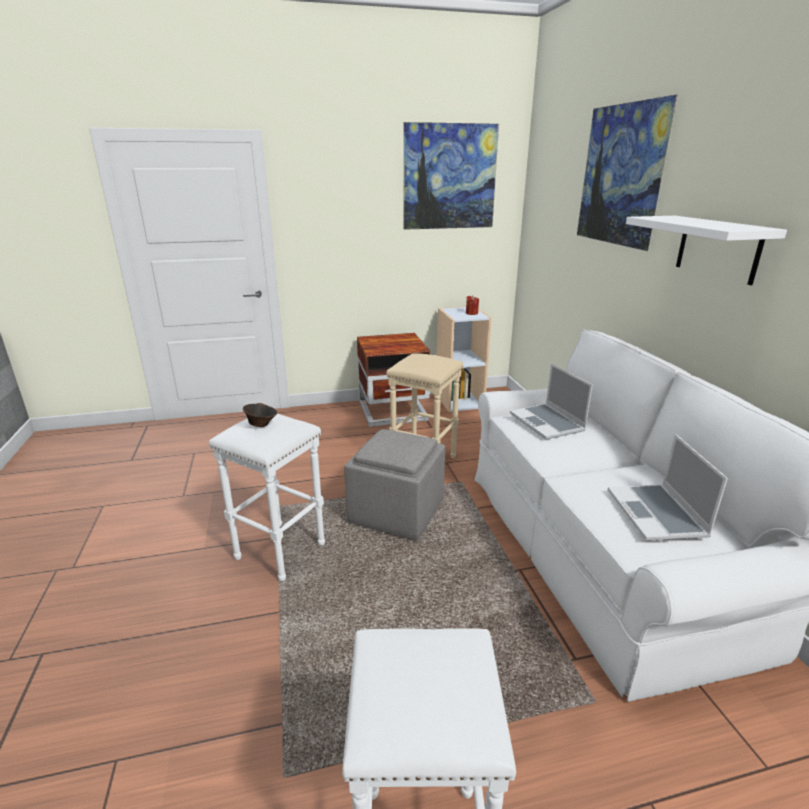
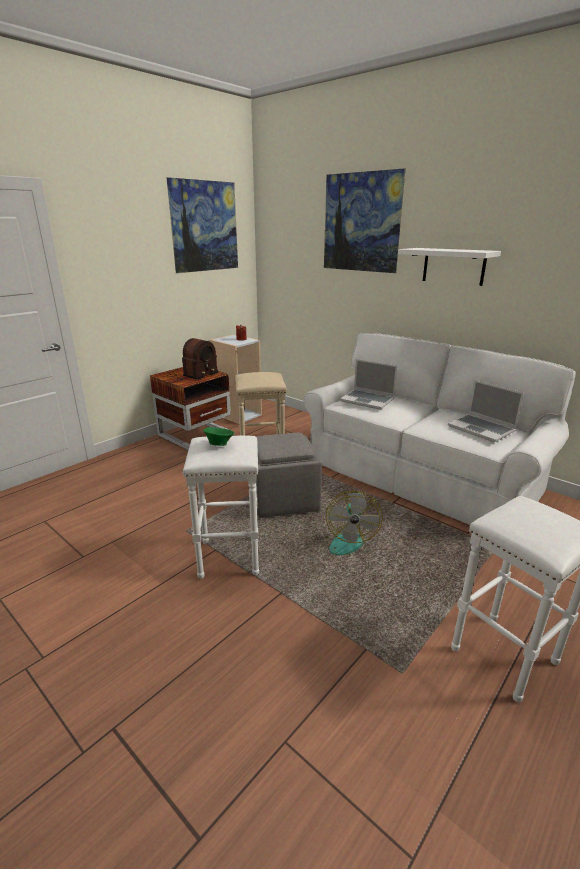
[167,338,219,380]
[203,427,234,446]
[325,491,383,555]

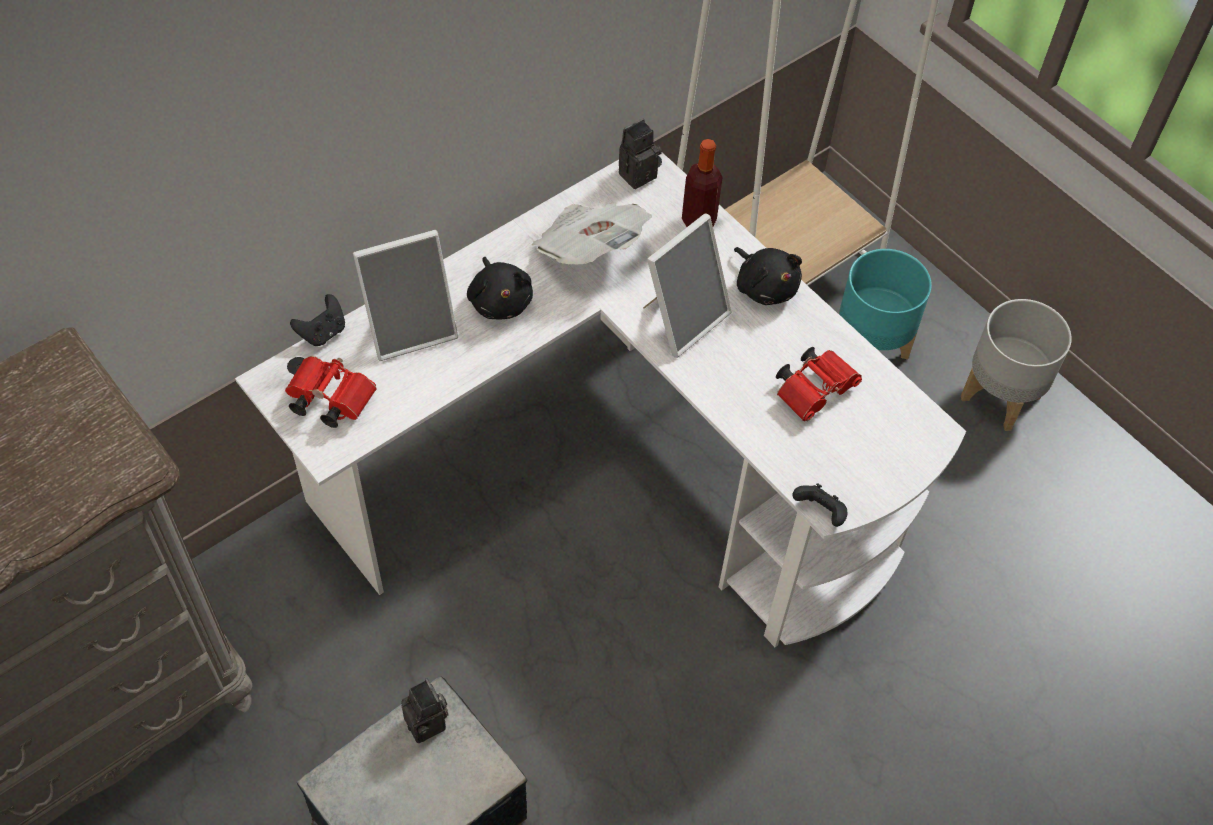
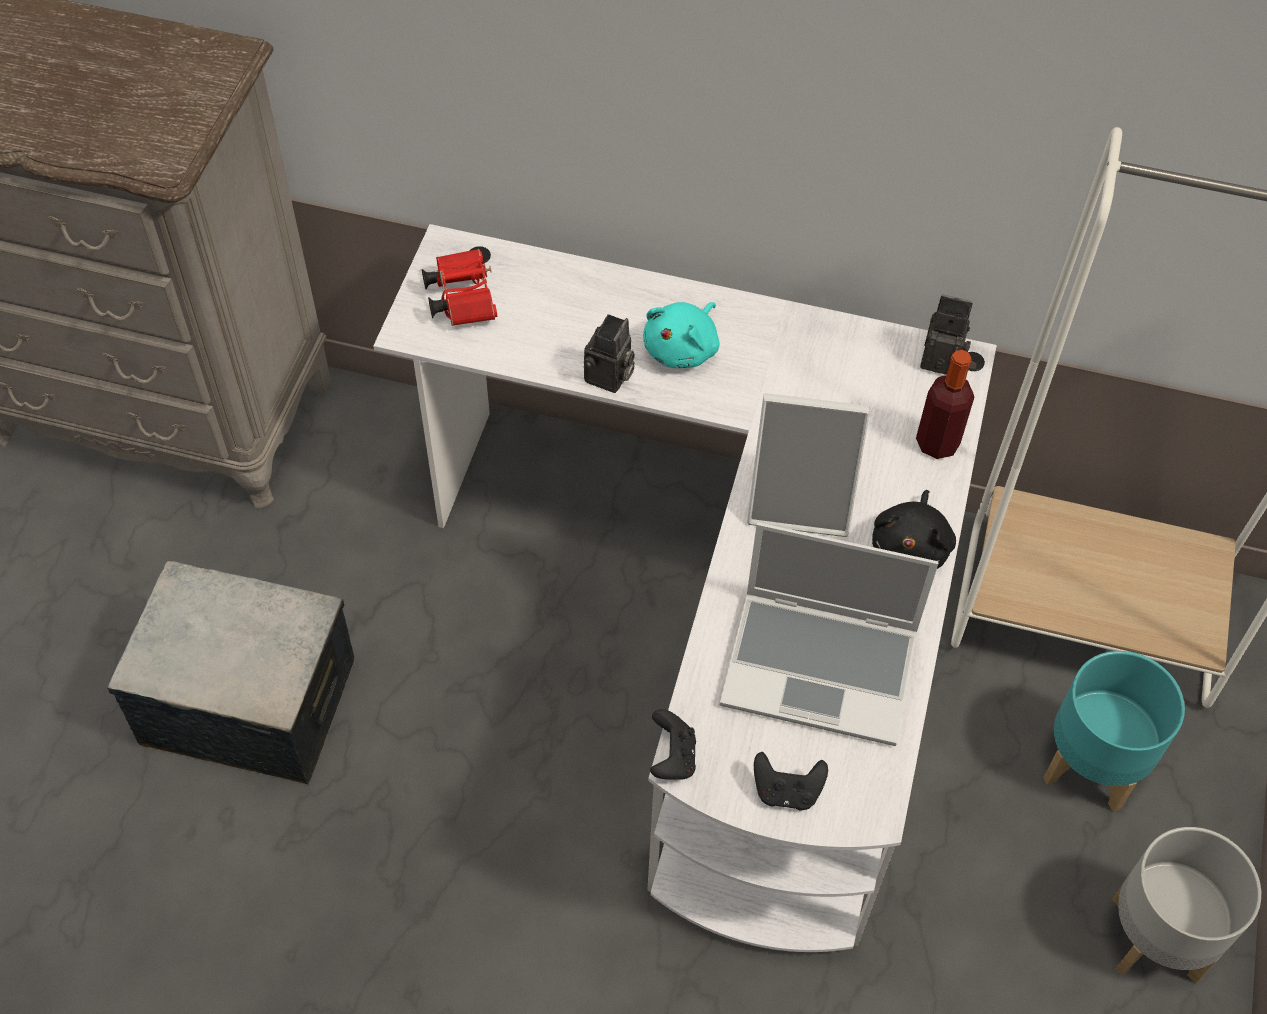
[584,314,635,393]
[643,302,720,368]
[720,522,938,746]
[754,752,828,810]
[353,230,458,361] (first image)
[532,203,652,265] (first image)

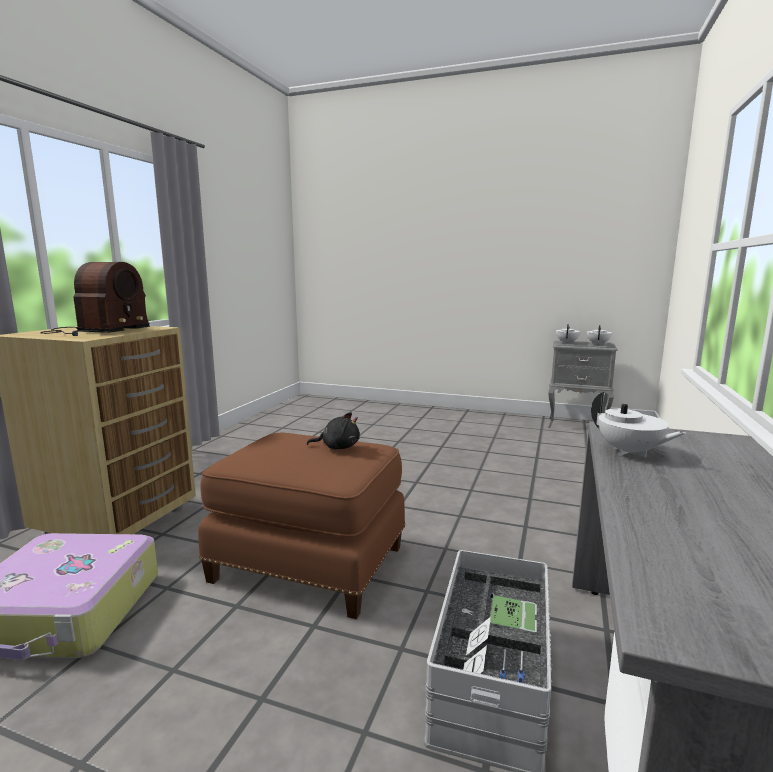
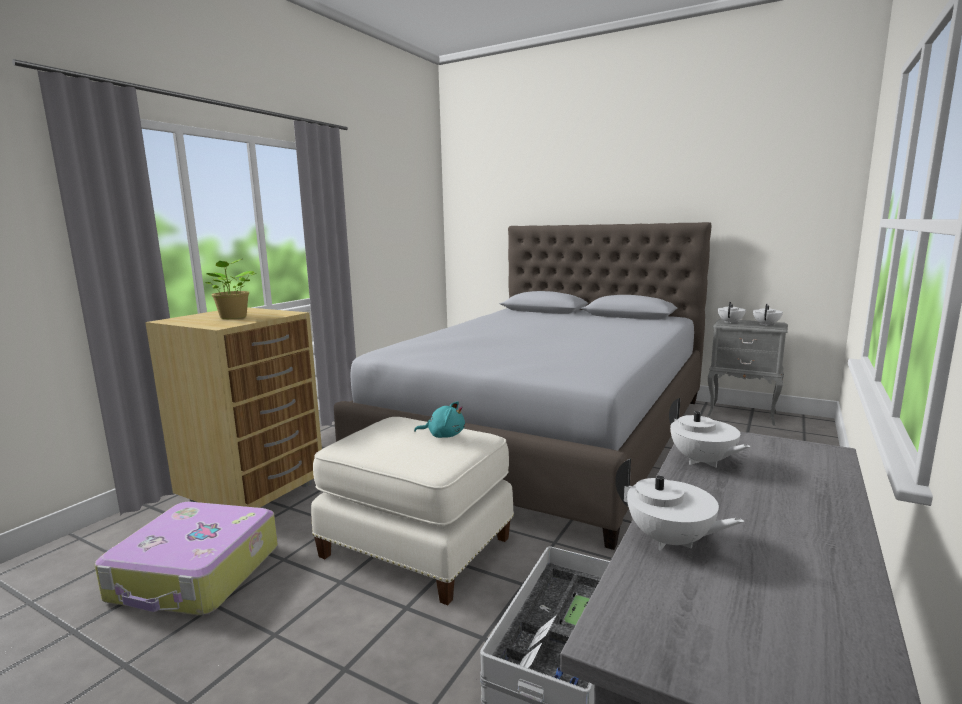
[205,259,256,319]
[311,417,514,605]
[334,222,711,550]
[414,401,465,438]
[615,458,744,551]

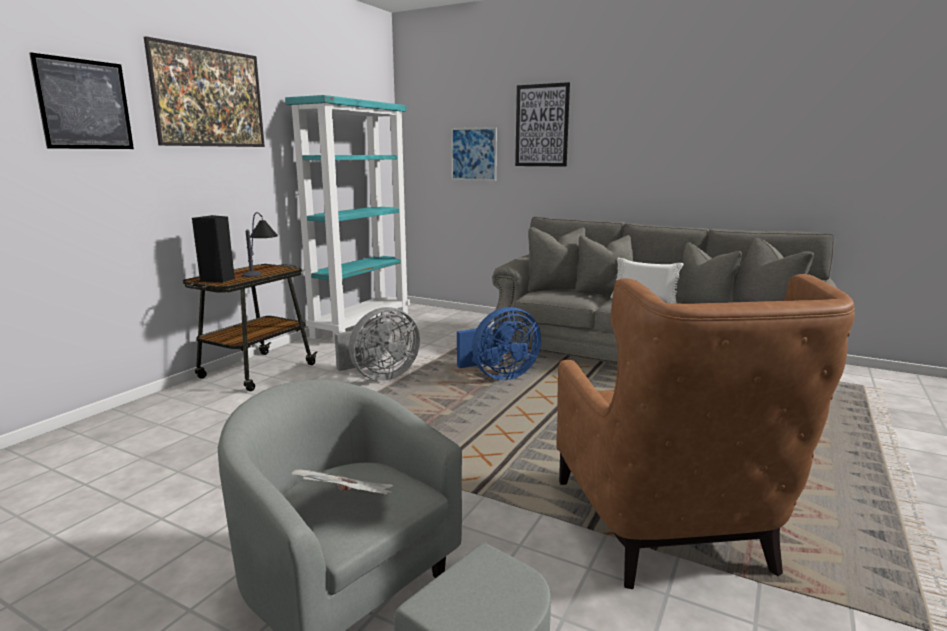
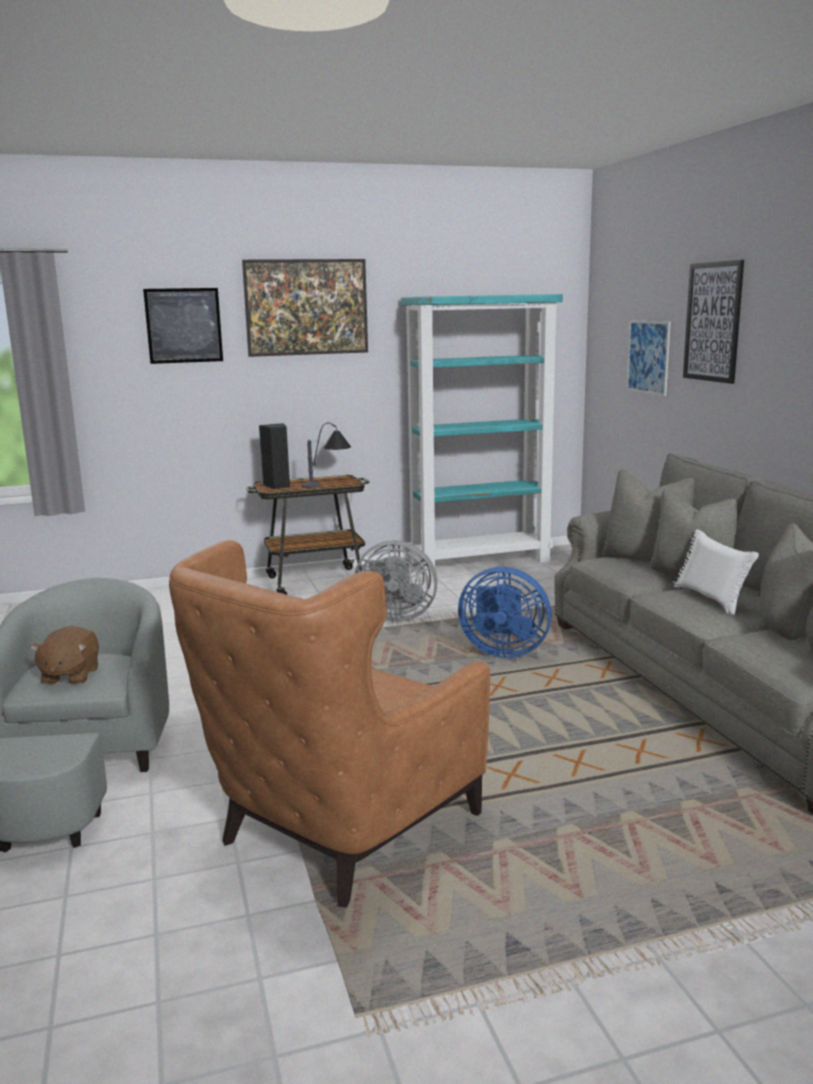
[30,626,99,685]

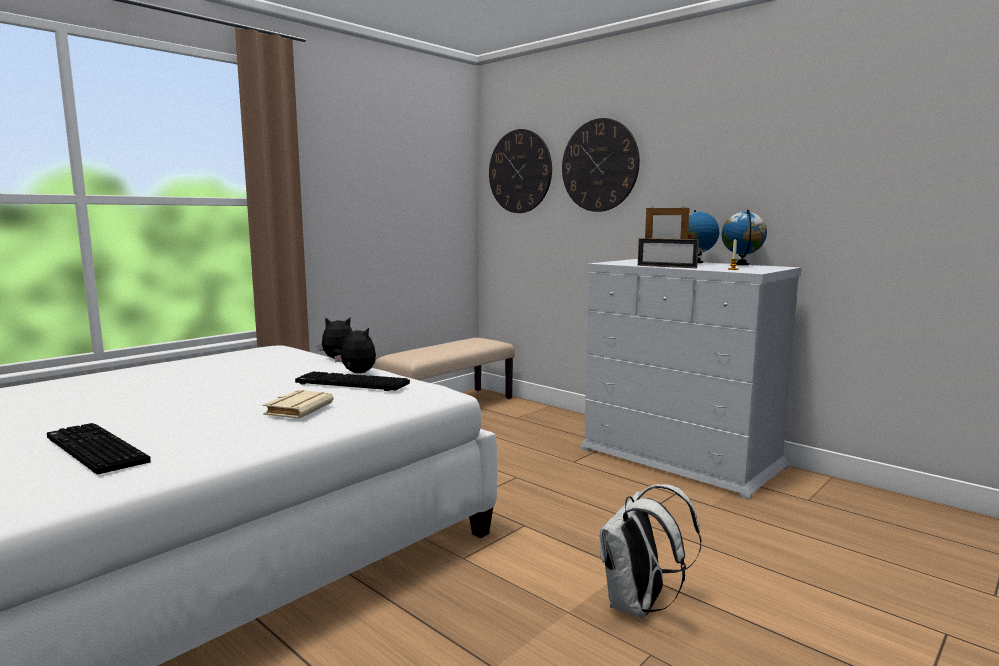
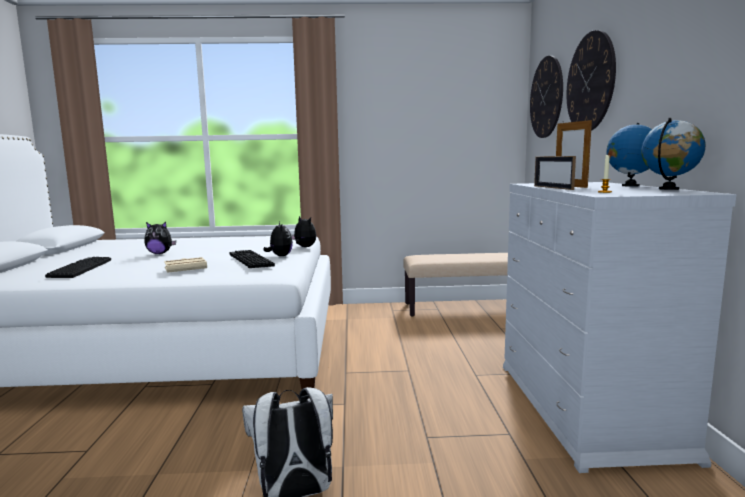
[144,222,176,254]

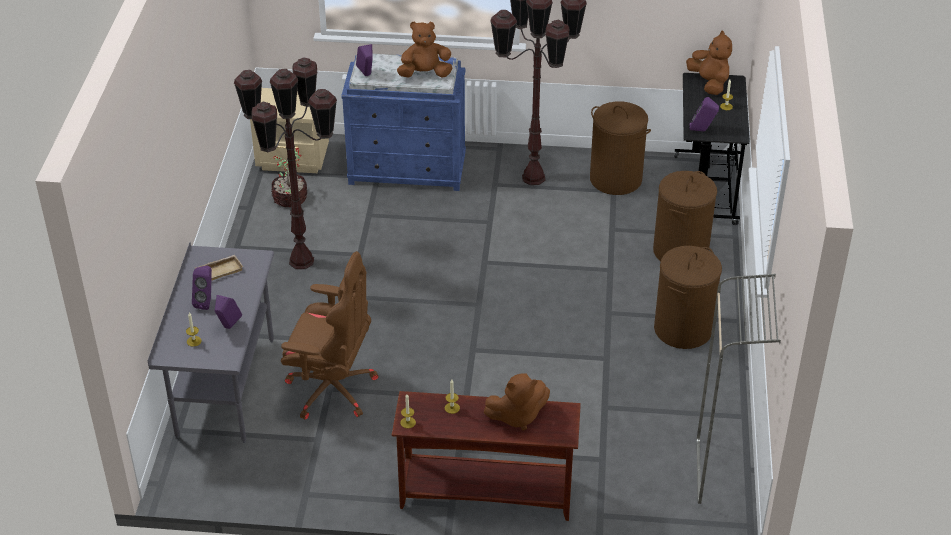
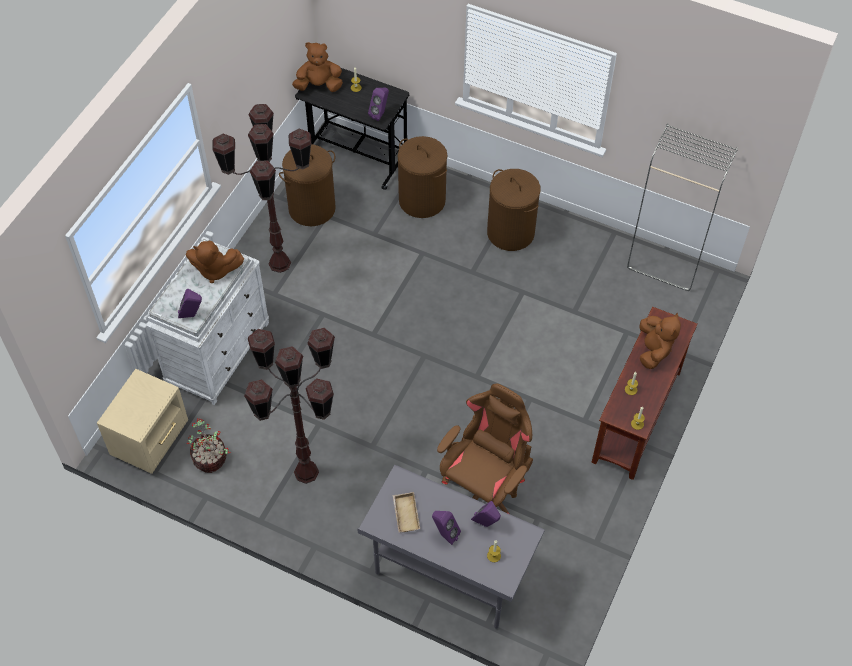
[146,239,269,405]
[186,241,244,283]

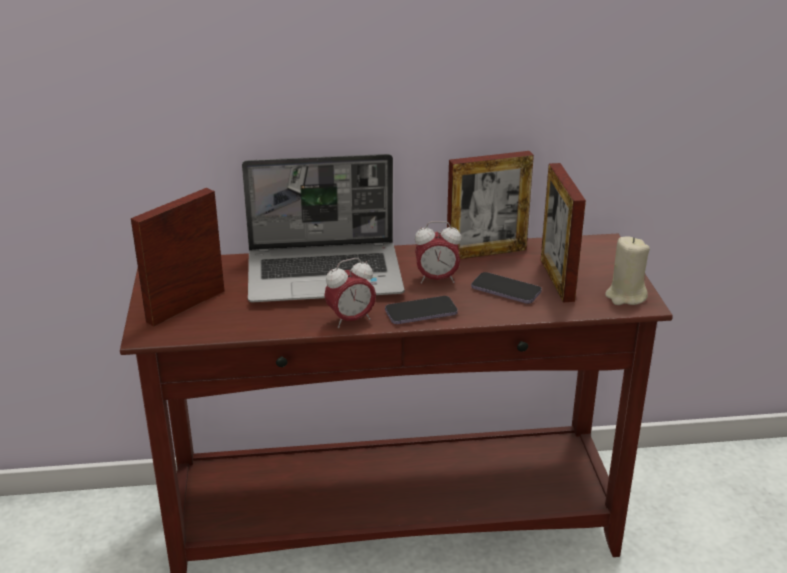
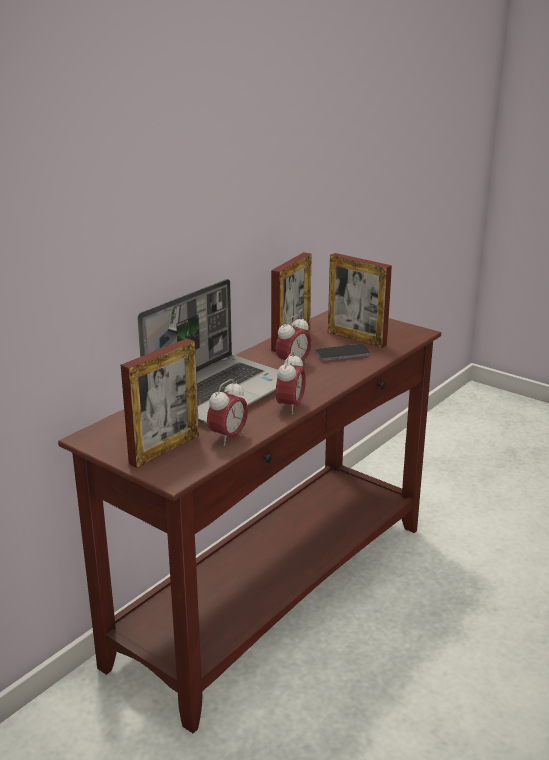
[121,339,199,468]
[207,379,248,446]
[385,296,458,324] (first image)
[605,236,650,305] (first image)

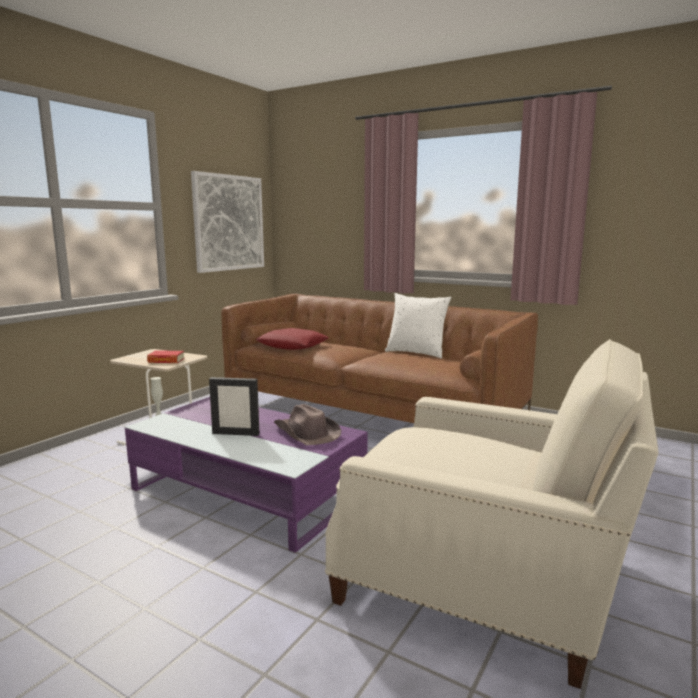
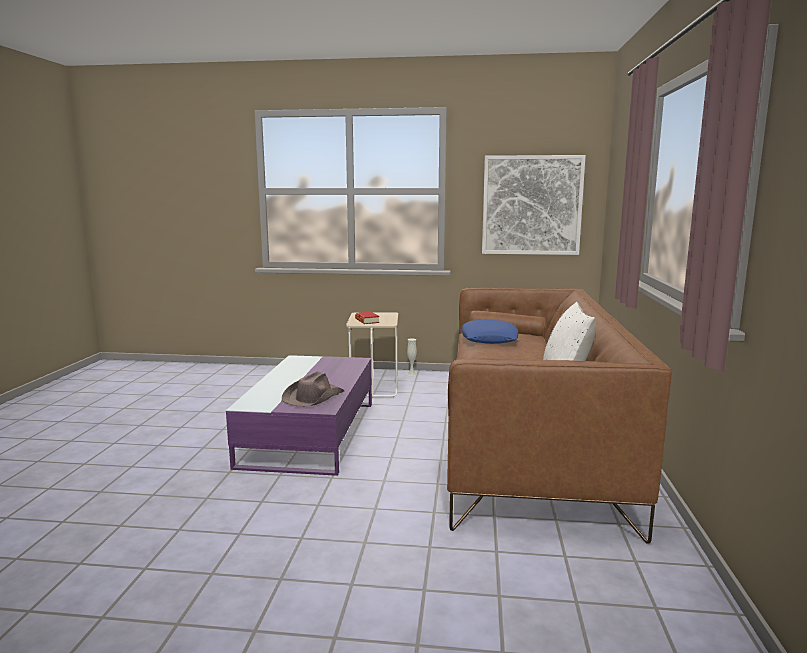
[462,319,518,344]
[209,377,260,436] (first image)
[325,339,659,689] (first image)

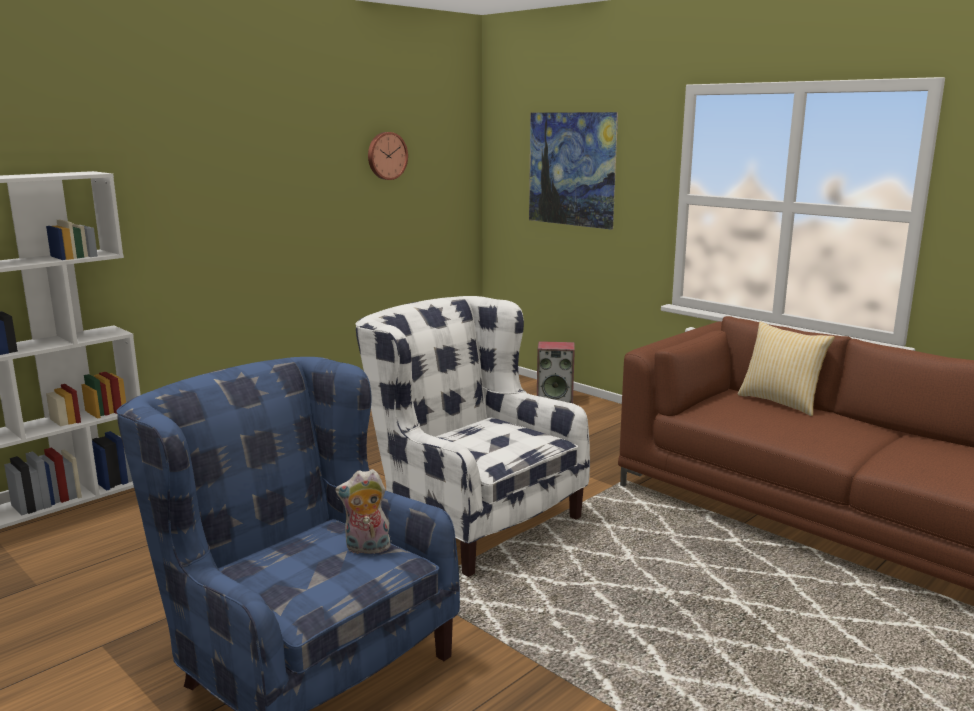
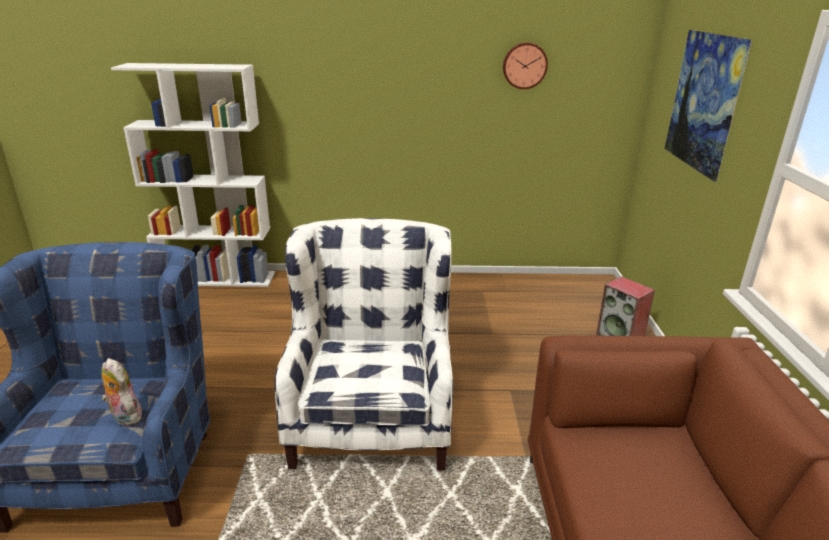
[738,321,835,416] (first image)

